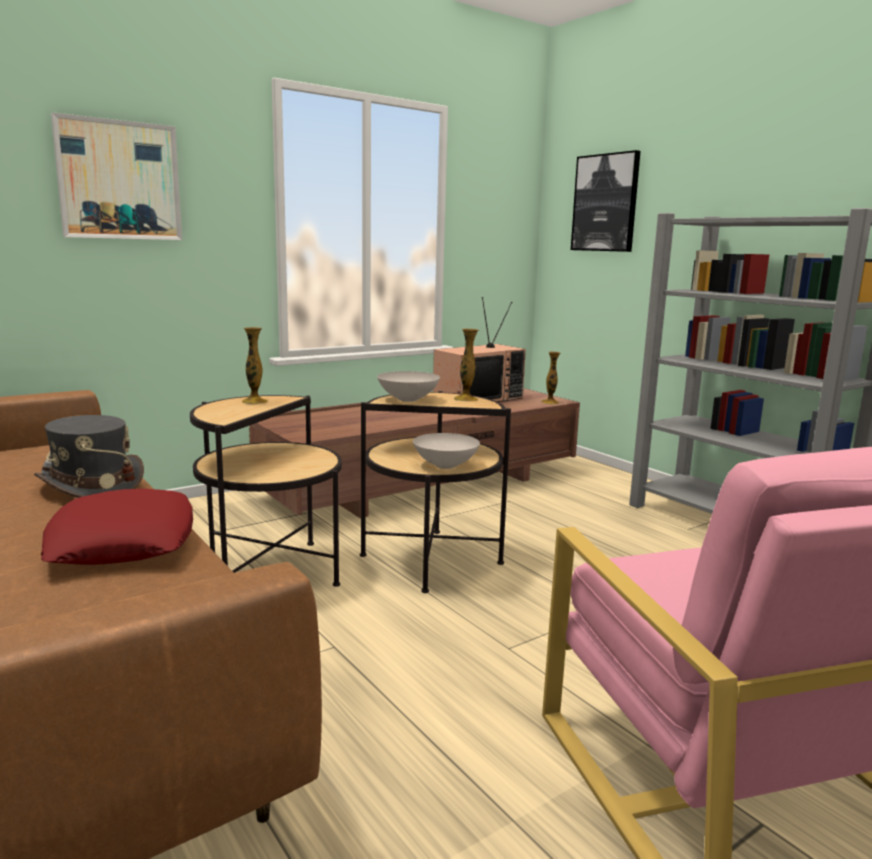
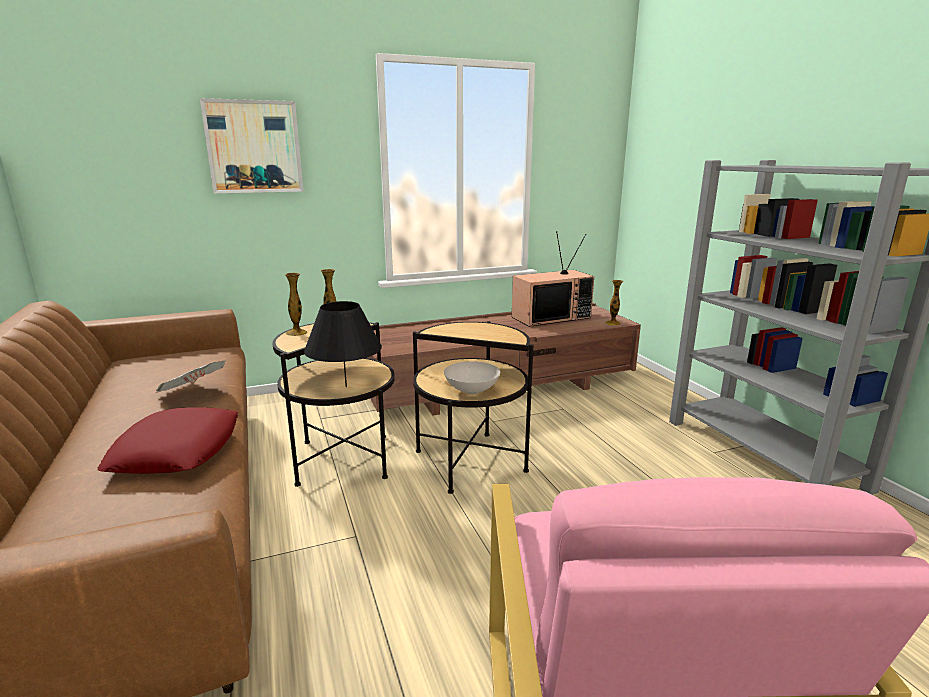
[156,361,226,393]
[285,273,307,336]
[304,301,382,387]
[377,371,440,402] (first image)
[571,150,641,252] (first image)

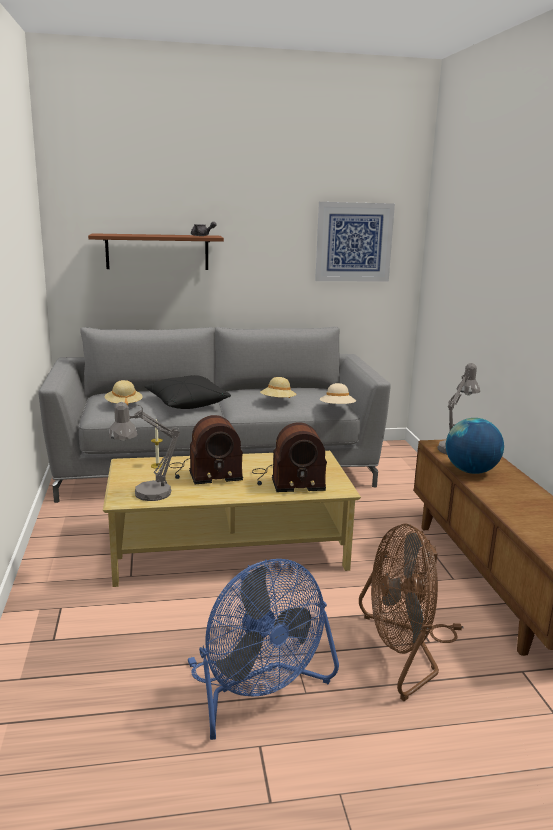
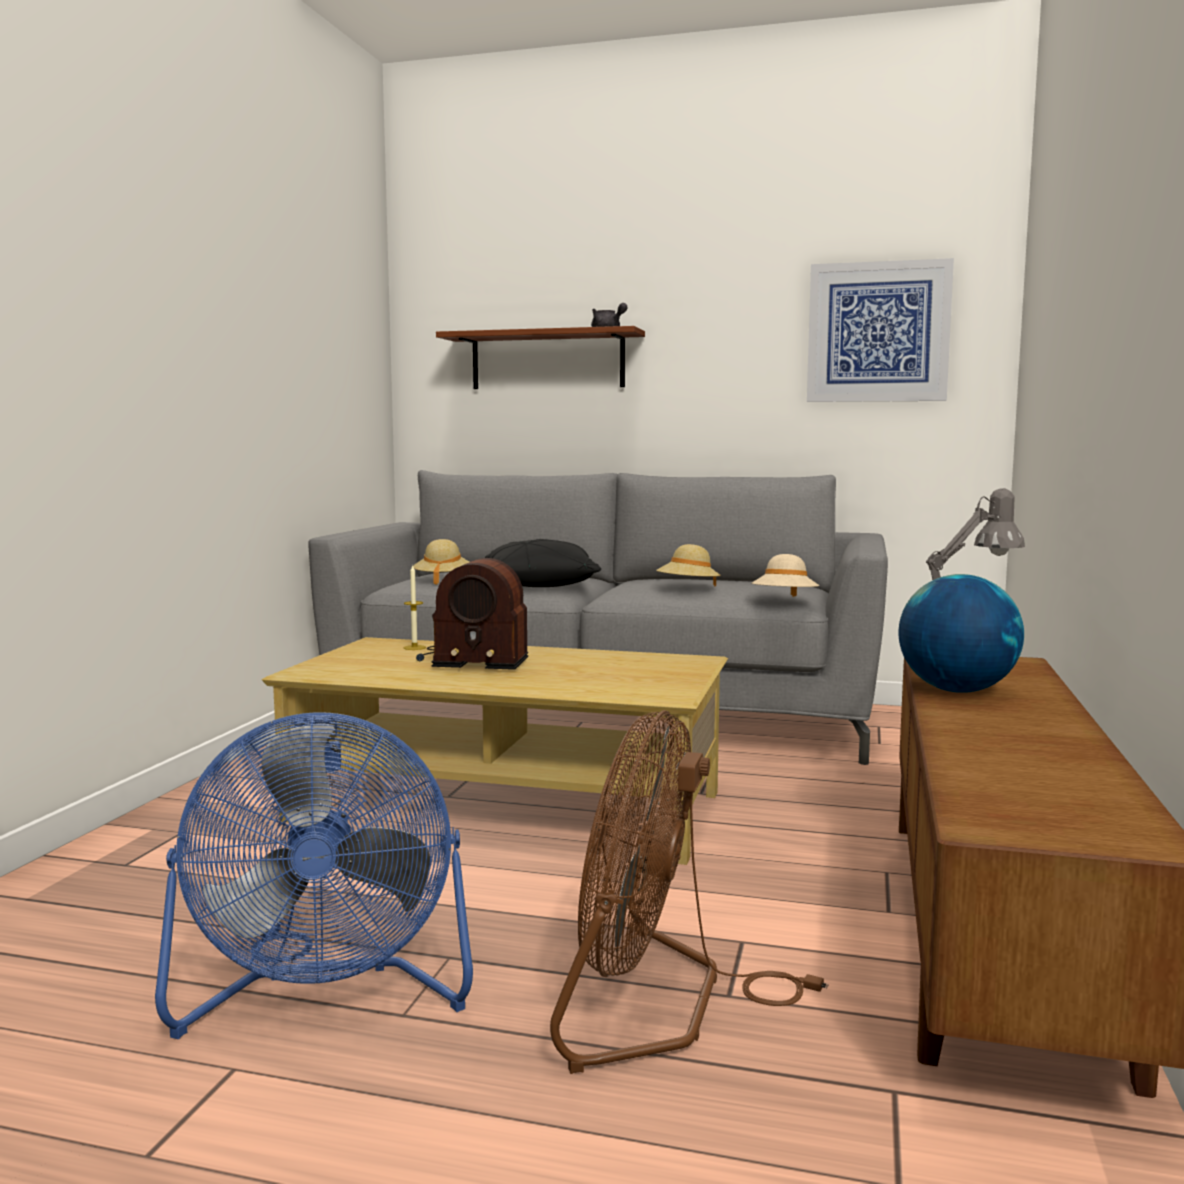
[108,402,180,501] (first image)
[252,422,327,492] (first image)

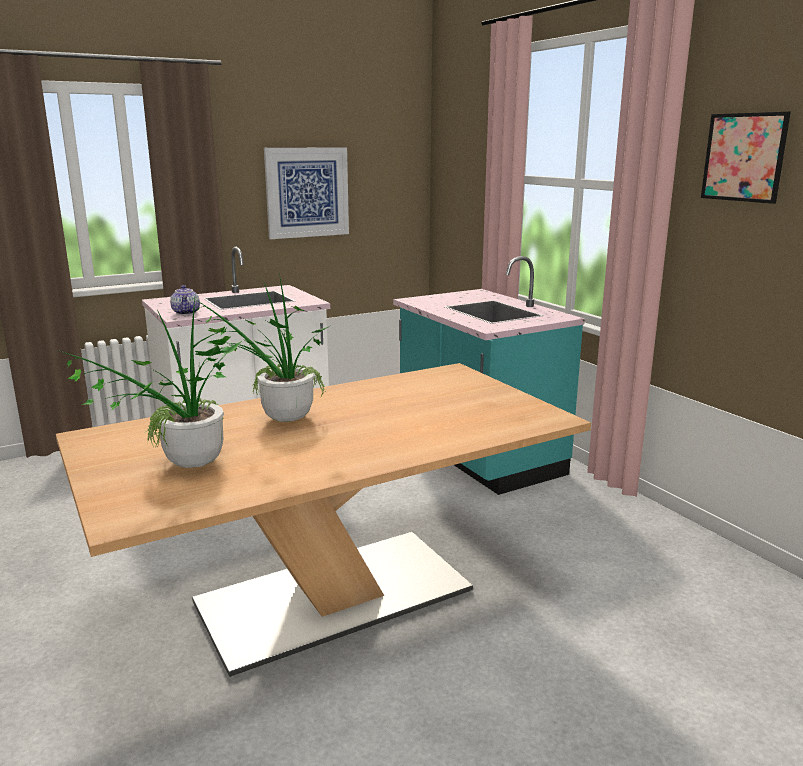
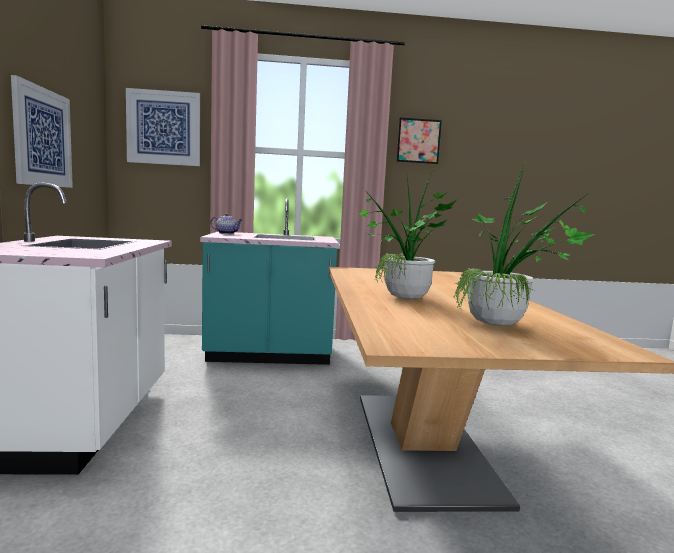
[126,88,200,166]
[210,213,243,234]

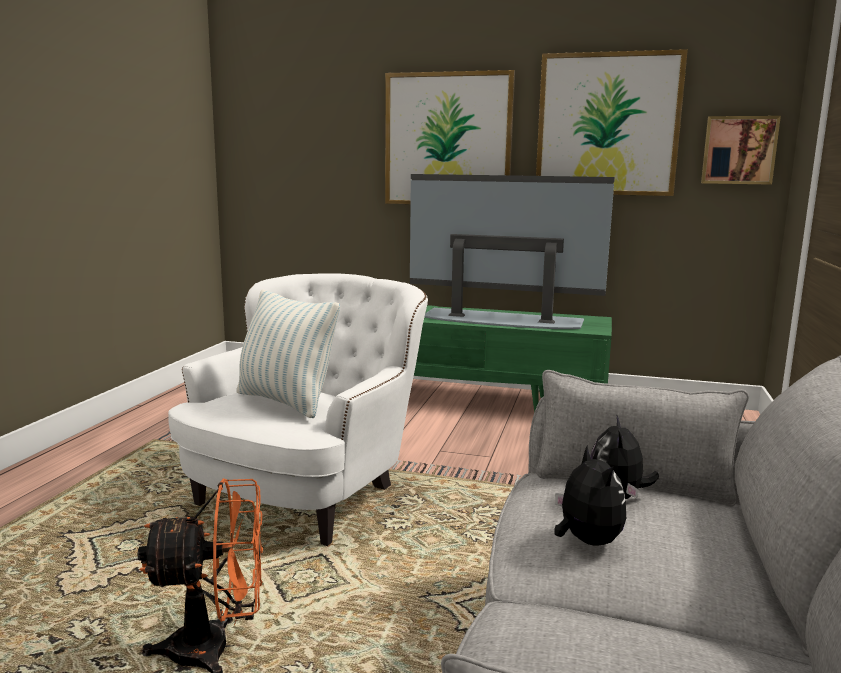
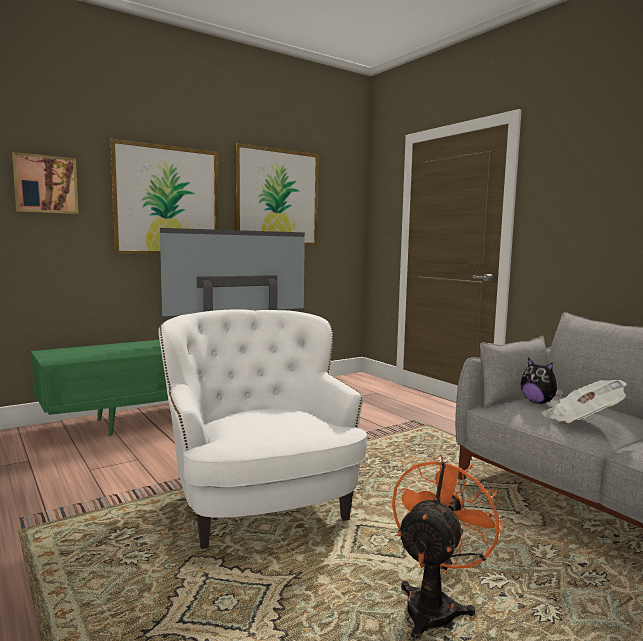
[12,152,79,214]
[542,380,627,423]
[236,290,340,418] (first image)

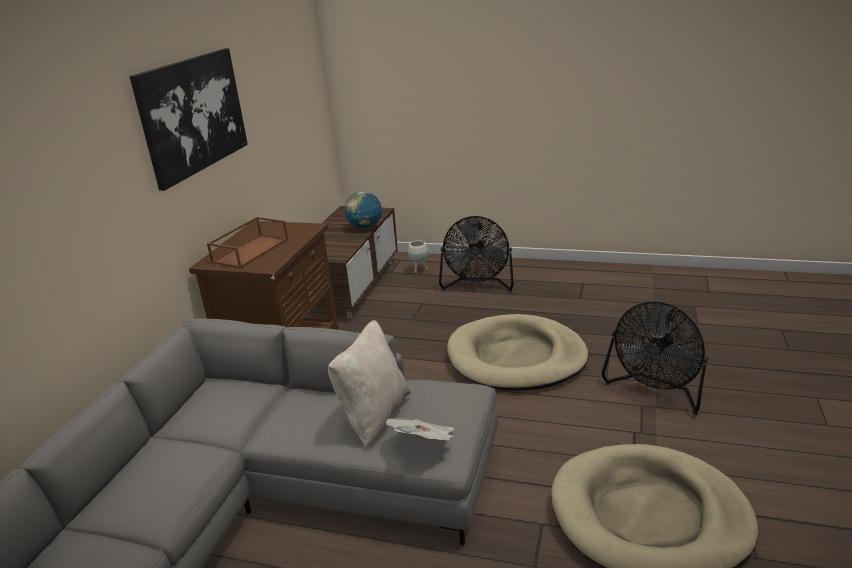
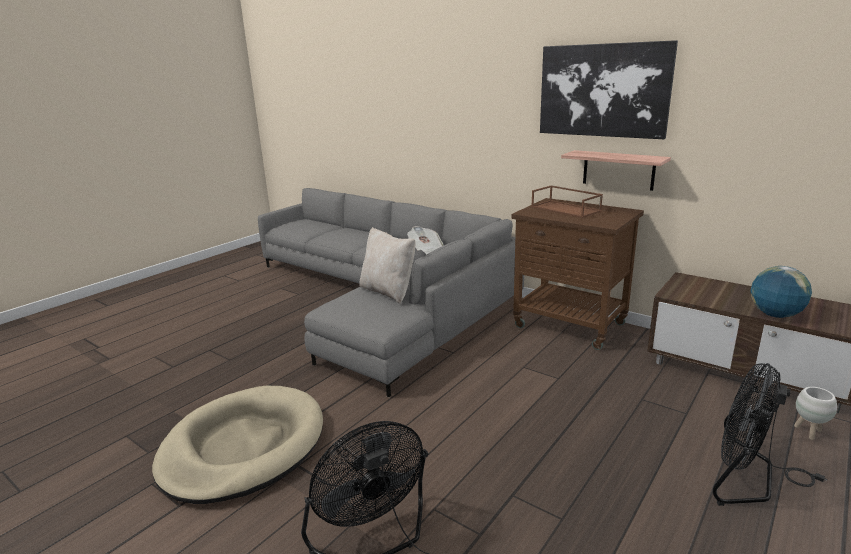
[407,226,443,254]
[561,150,671,191]
[447,314,588,391] (first image)

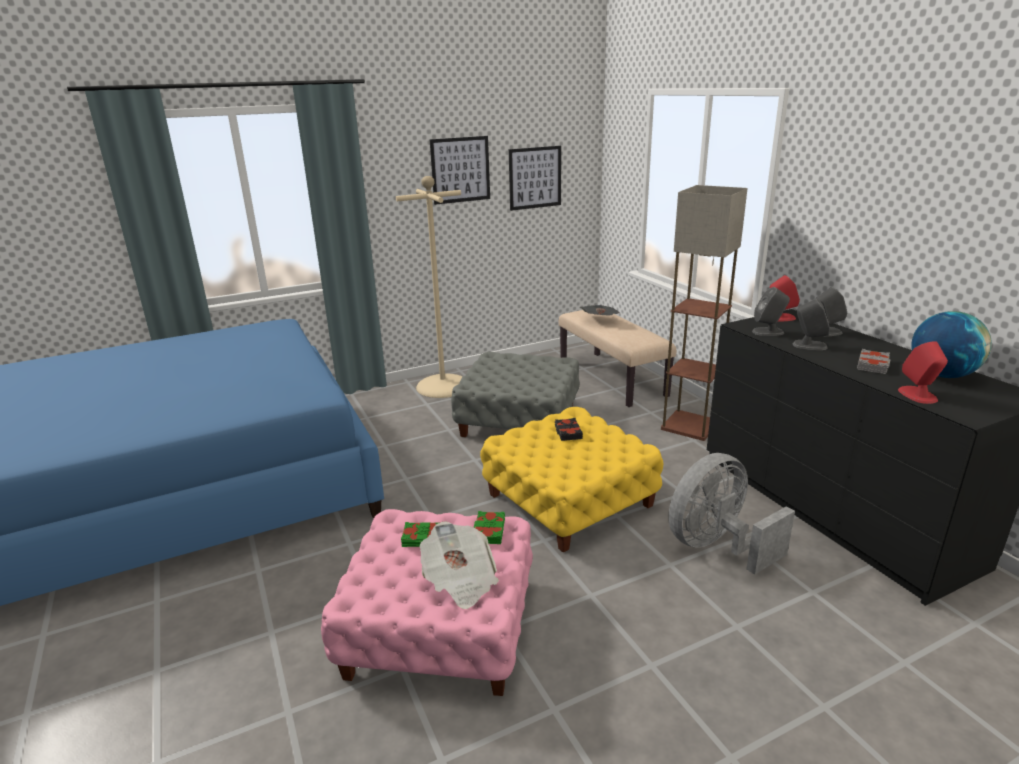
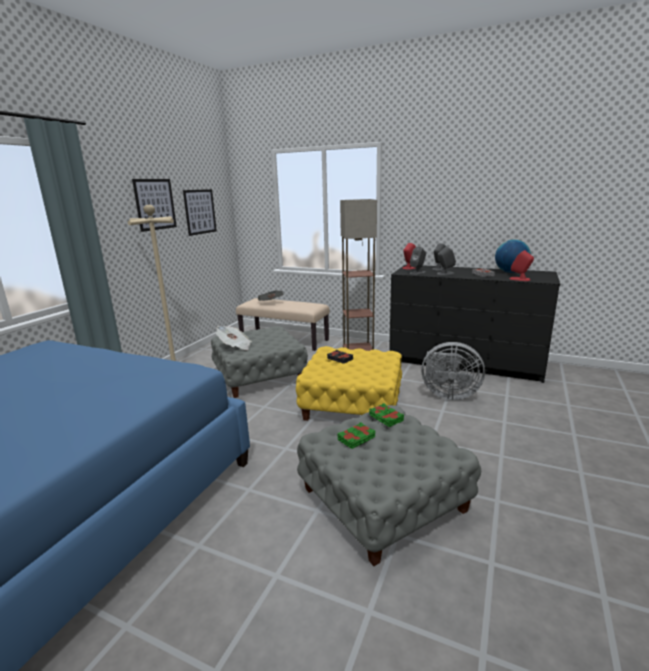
[216,326,252,350]
[297,405,481,566]
[421,342,485,400]

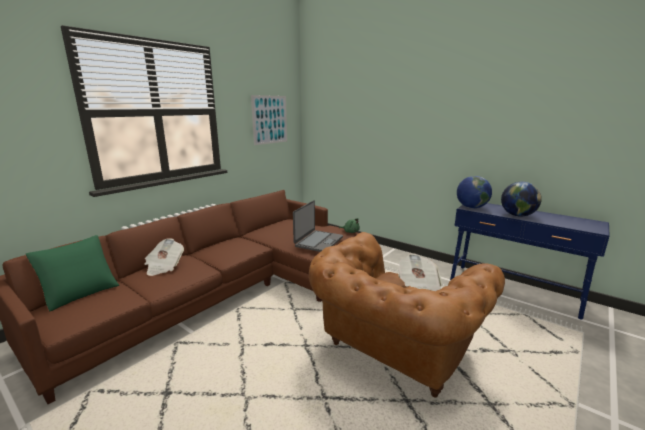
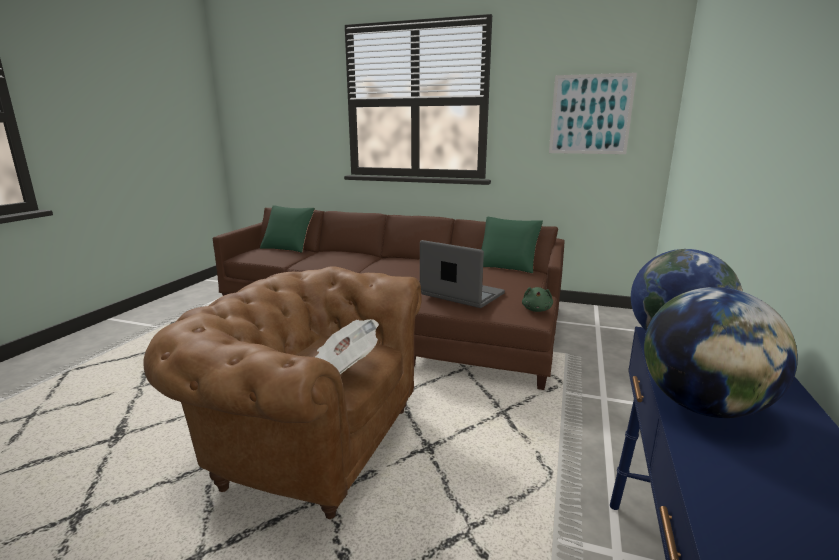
[420,240,505,308]
[481,217,543,274]
[144,238,184,276] (first image)

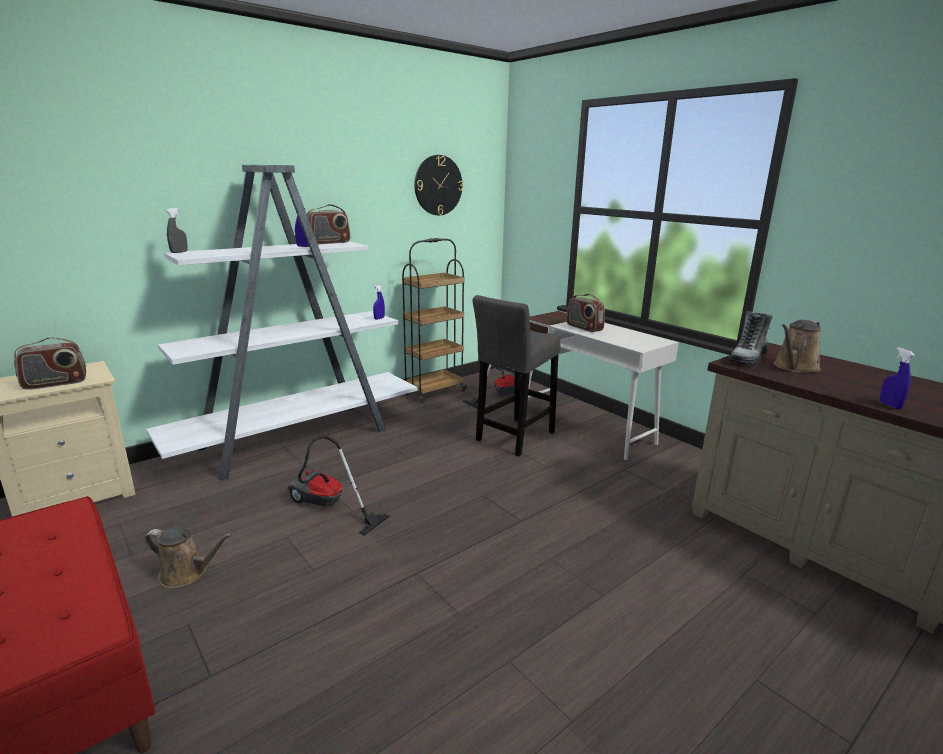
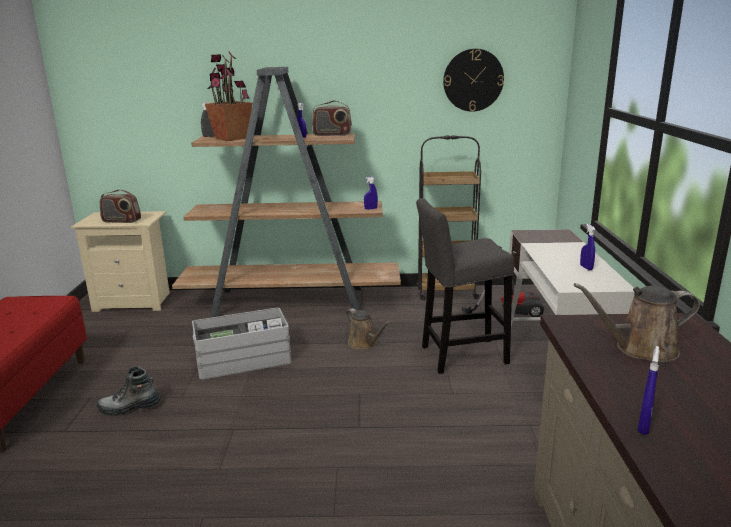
[97,366,161,416]
[172,67,401,317]
[192,307,292,380]
[205,51,252,141]
[346,308,391,349]
[580,224,595,270]
[566,294,605,332] (first image)

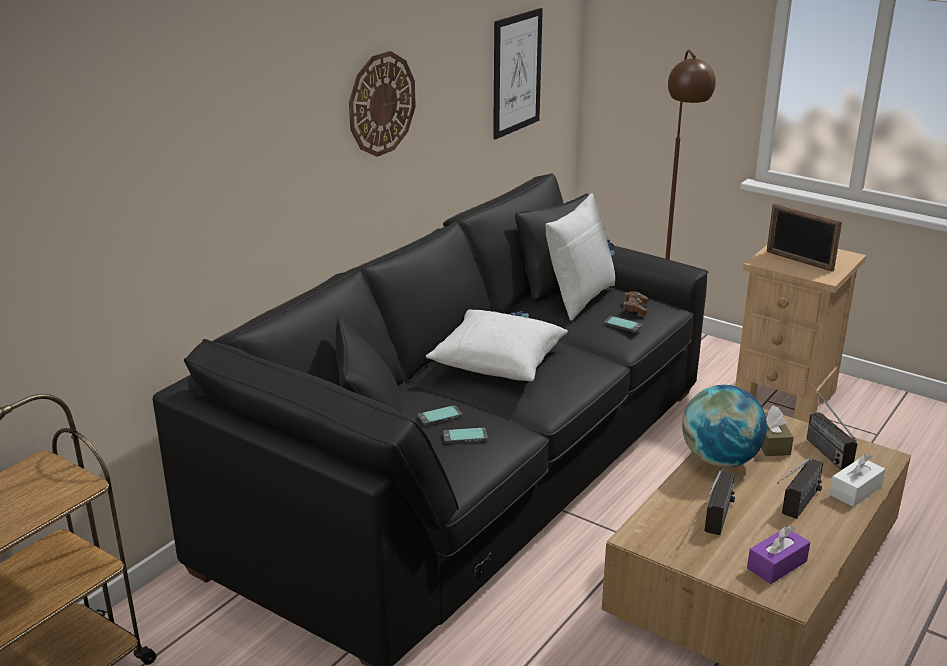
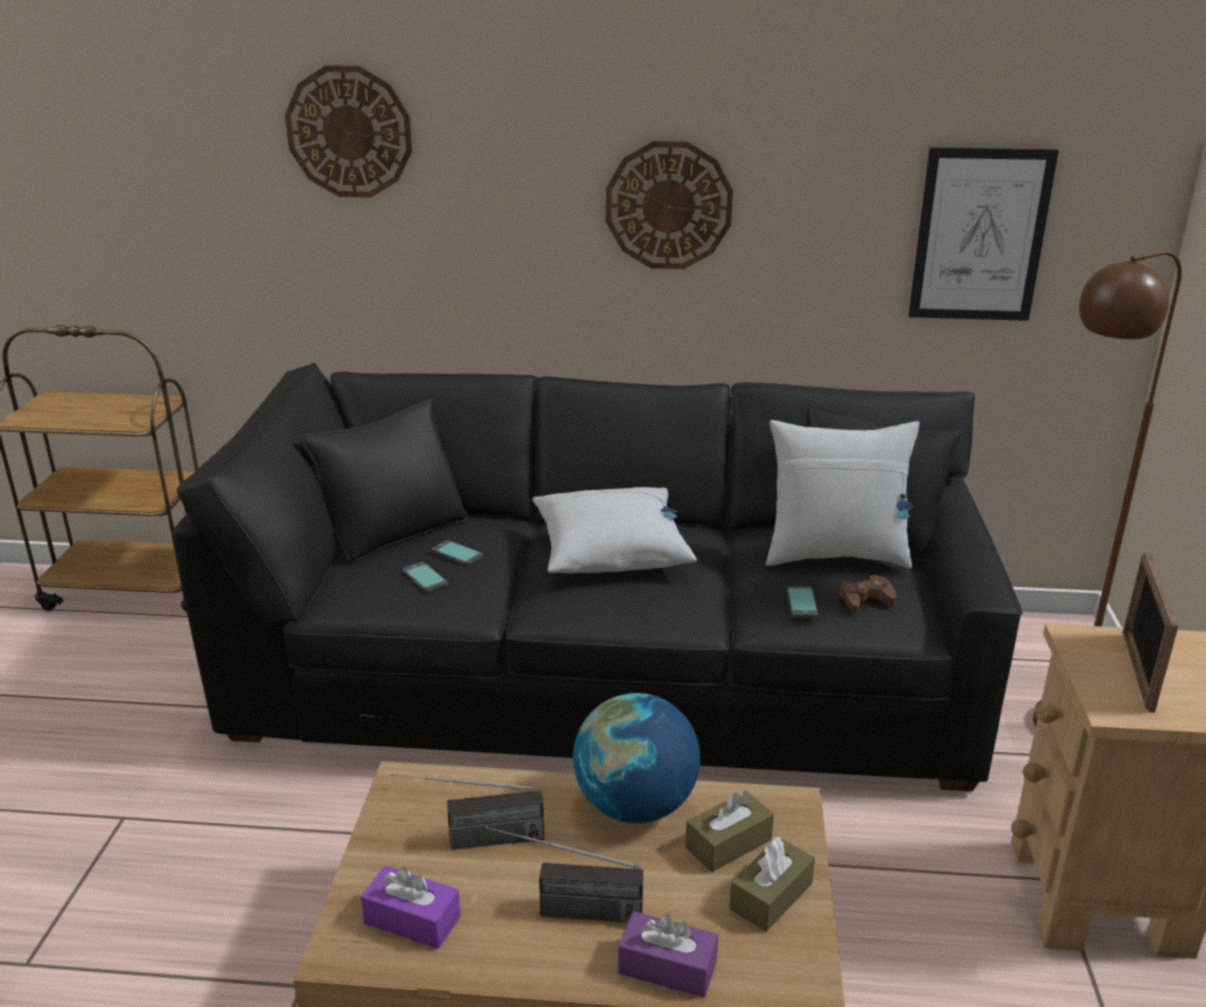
[285,65,412,198]
[618,911,718,998]
[729,837,815,932]

